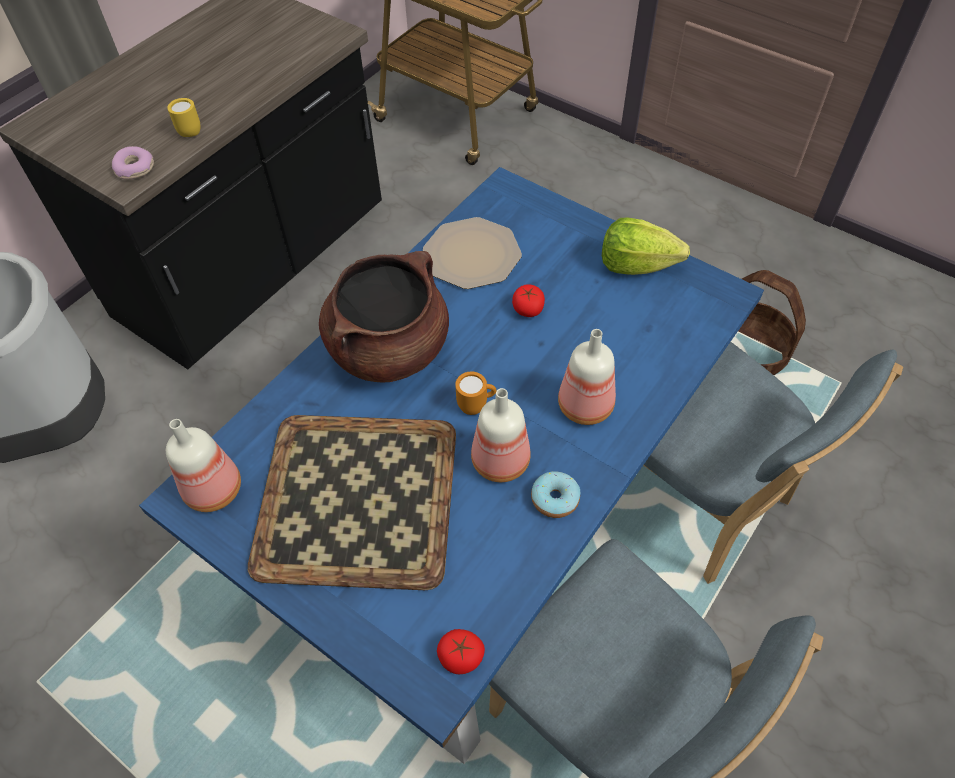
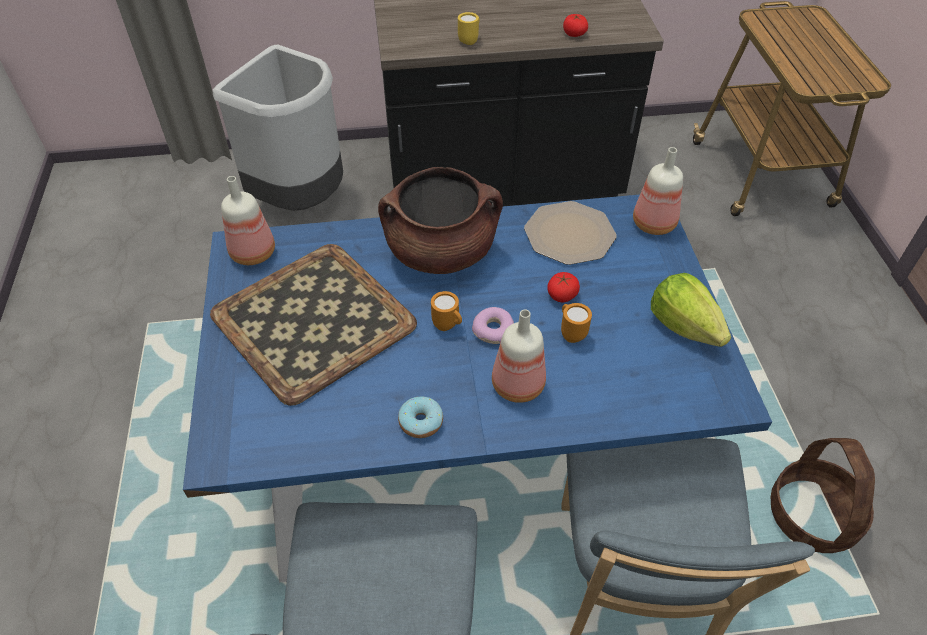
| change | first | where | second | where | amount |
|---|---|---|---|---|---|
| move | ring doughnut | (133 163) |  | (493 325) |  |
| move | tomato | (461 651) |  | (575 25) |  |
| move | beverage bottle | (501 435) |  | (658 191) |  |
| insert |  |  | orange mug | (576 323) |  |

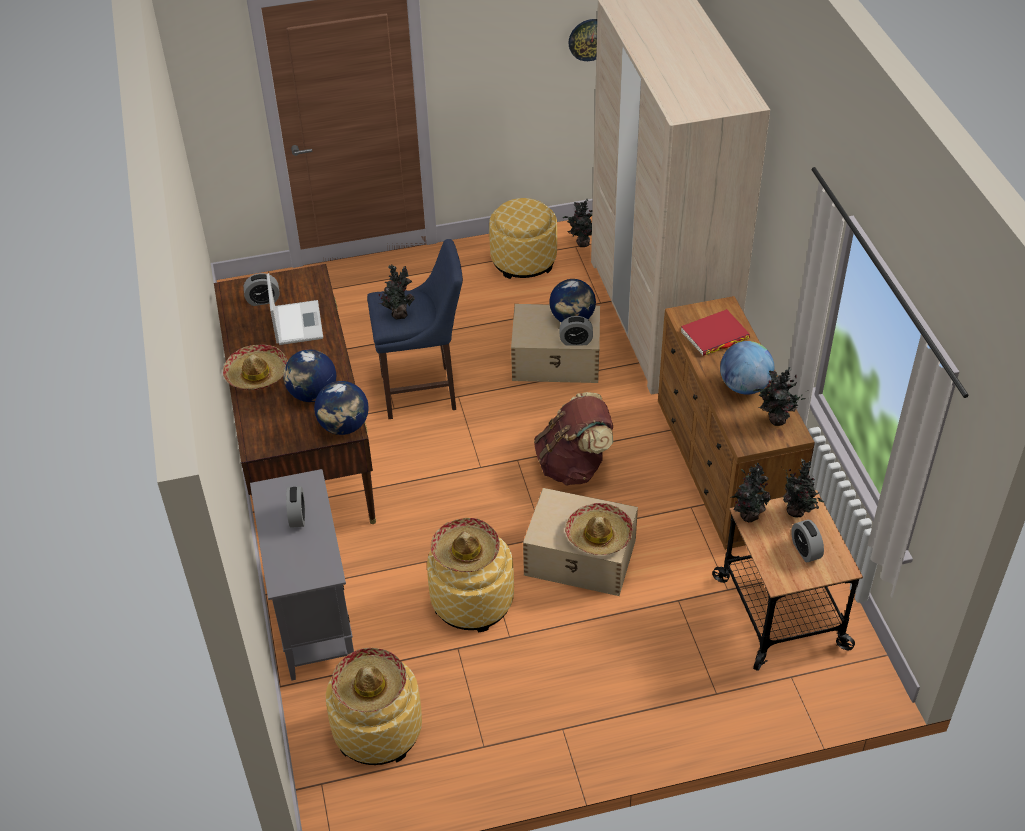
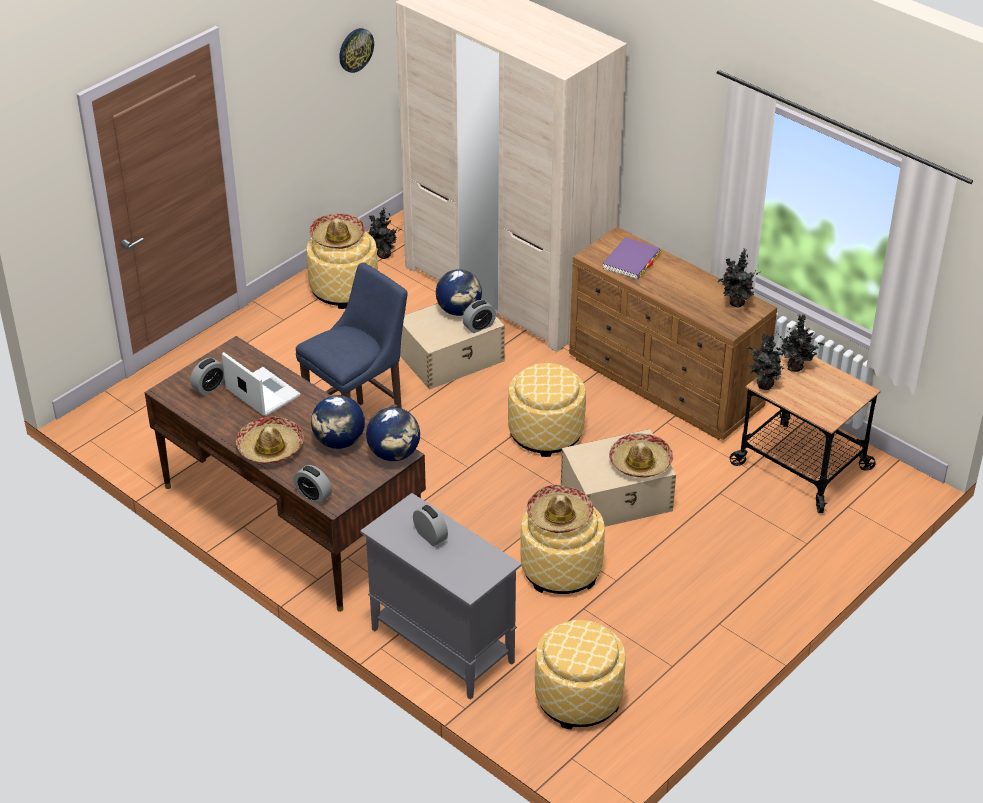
| change | first | where | second | where | amount |
|---|---|---|---|---|---|
| move | hat | (369 680) |  | (337 231) |  |
| delete | houseplant | (396 292) |  |  |  |
| replace | brownish rucksack | (573 438) | pouffe | (547 410) |  |
| recolor | red-coloured volume | (715 332) | purple-coloured volume | (632 258) |  |
| delete | globe | (747 368) |  |  |  |
| move | alarm clock | (807 540) |  | (312 484) |  |

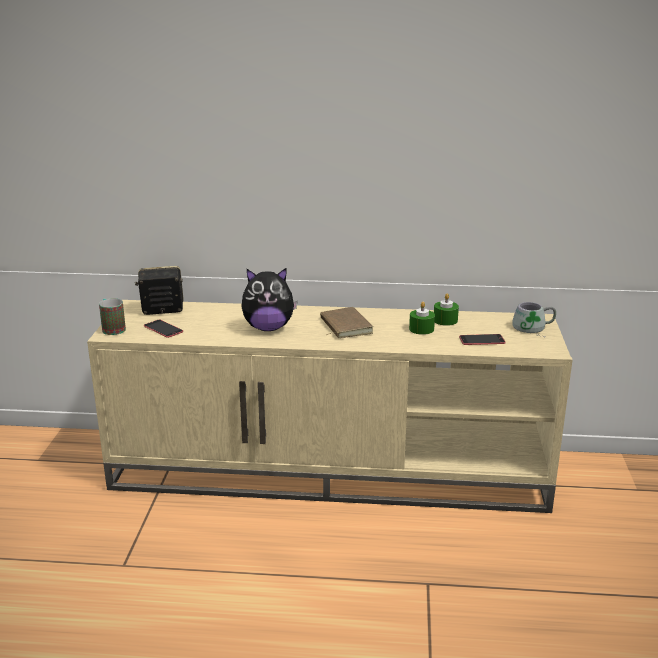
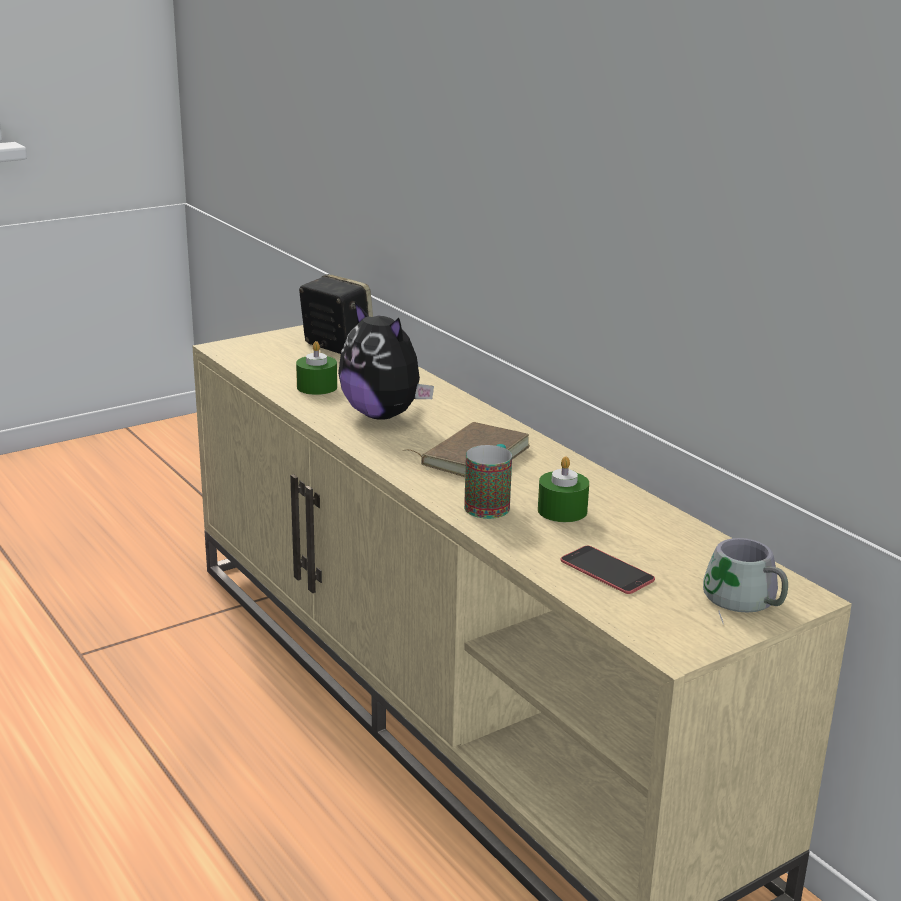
| change | first | where | second | where | amount |
|---|---|---|---|---|---|
| move | mug | (112 316) |  | (488 481) |  |
| delete | handset | (163 329) |  |  |  |
| move | green-coloured wax light | (446 309) |  | (316 368) |  |

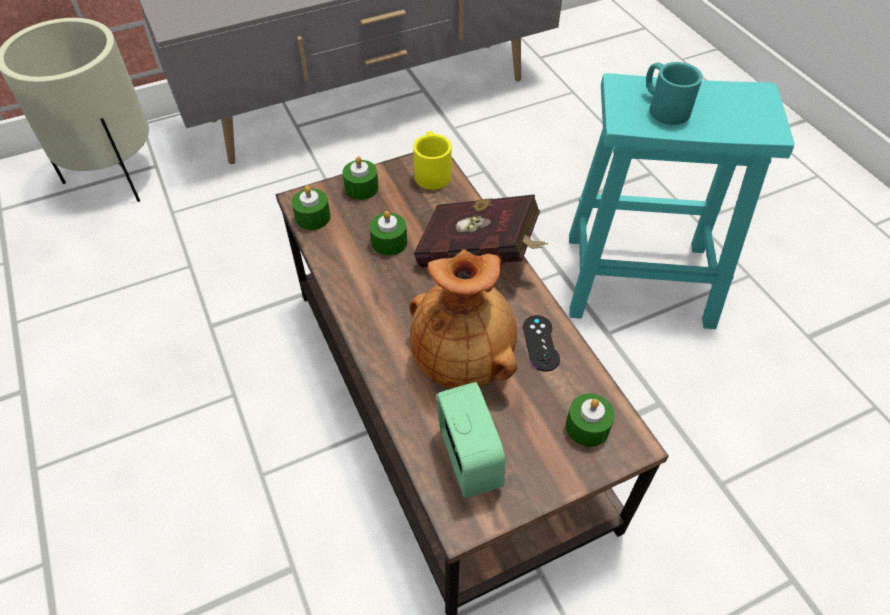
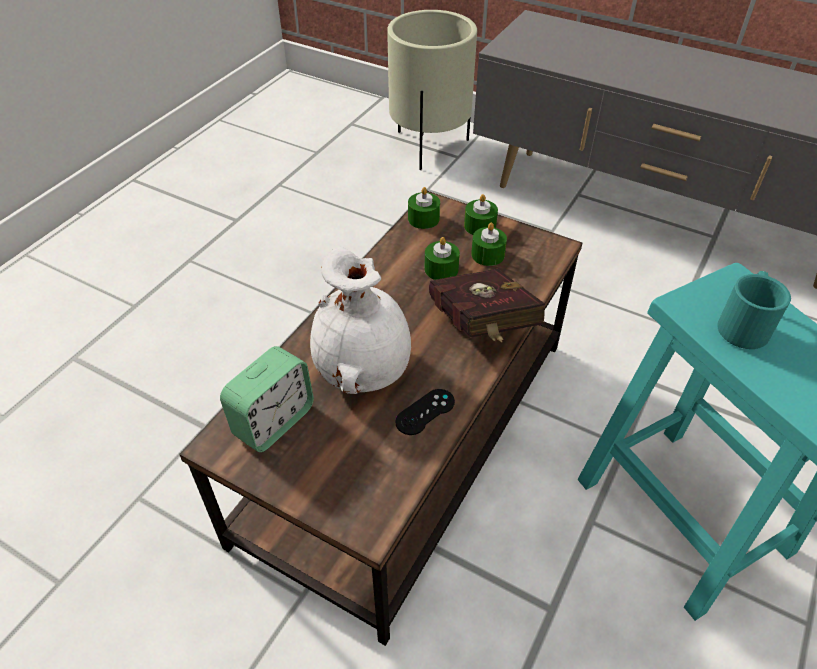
| change | first | where | second | where | amount |
|---|---|---|---|---|---|
| recolor | brownish decorative vase | (463 318) | white decorative vase | (360 320) |  |
| delete | yellowish mug | (432 160) |  |  |  |
| move | green-coloured wax light | (590 420) |  | (489 244) |  |

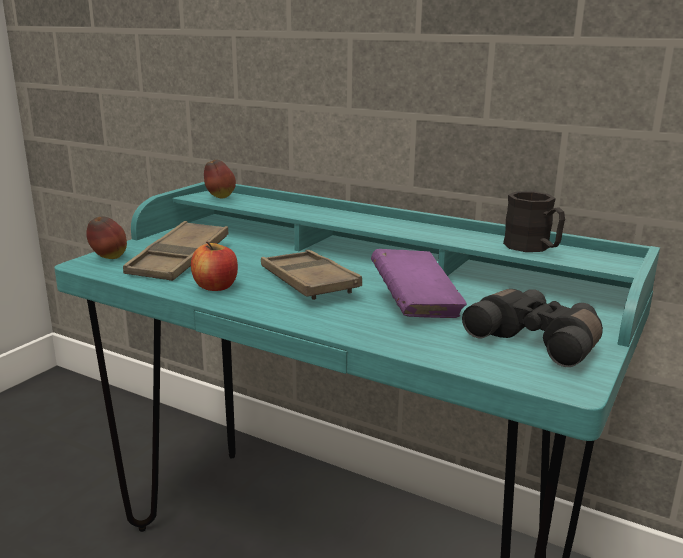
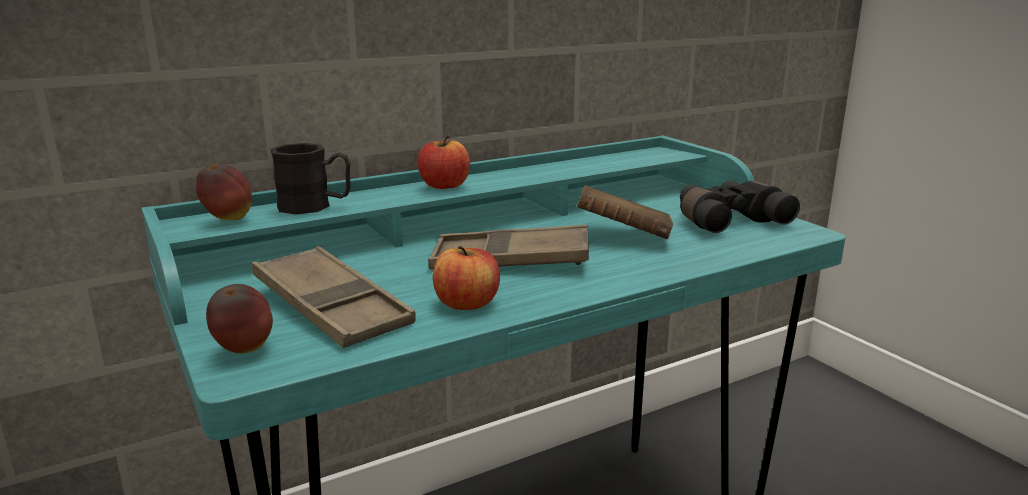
| change | first | where | second | where | amount |
|---|---|---|---|---|---|
| recolor | purple-coloured volume | (419 283) | brownish volume | (624 212) |  |
| move | black mug | (534 221) |  | (310 179) |  |
| insert |  |  | apple | (444 162) |  |

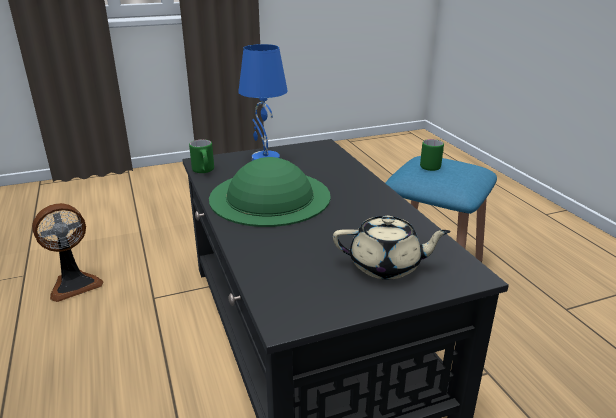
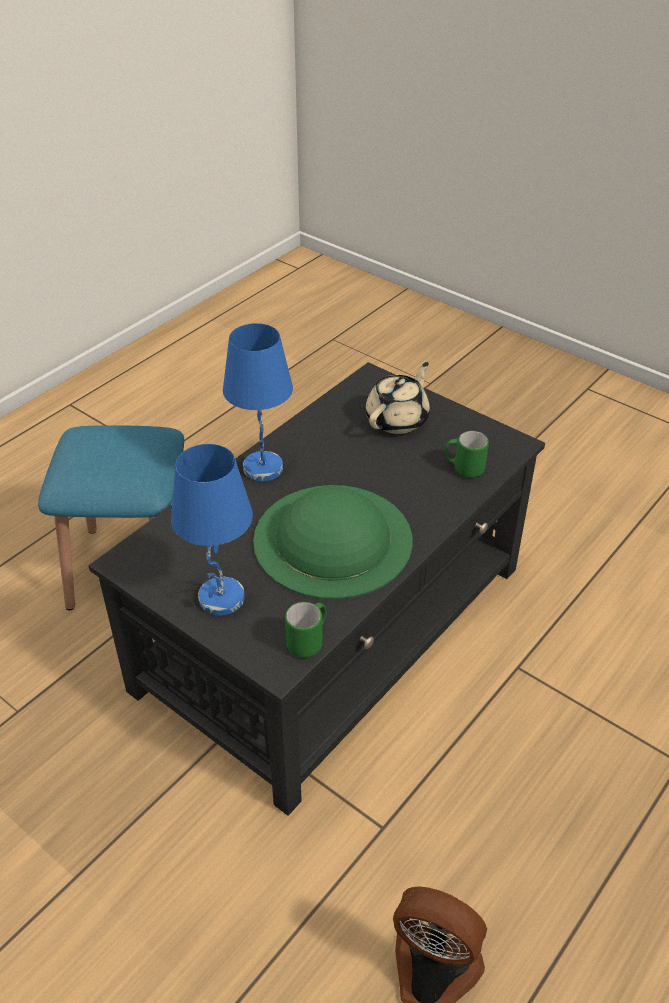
| change | first | where | second | where | amount |
|---|---|---|---|---|---|
| rotate | sand-coloured tea pot | (392 248) |  | (397 398) | 60 degrees clockwise |
| move | green-coloured mug | (432 155) |  | (467 454) |  |
| insert |  |  | bluish table lamp | (258 402) |  |

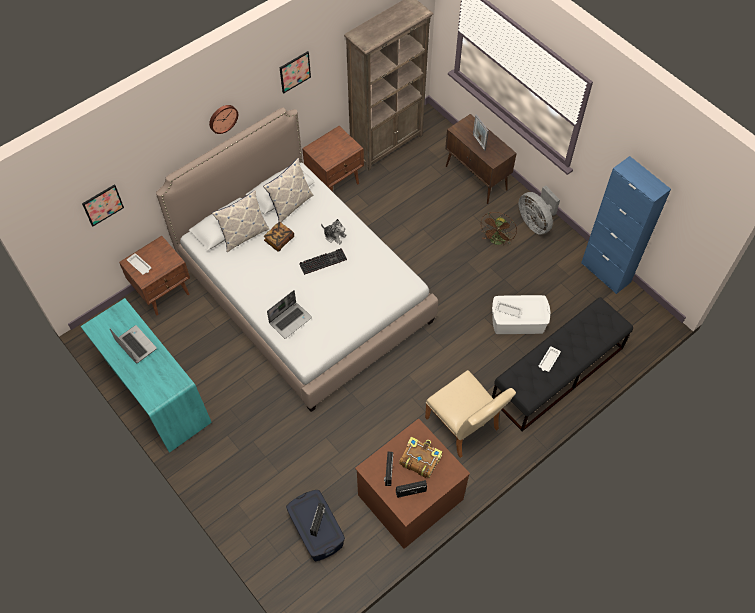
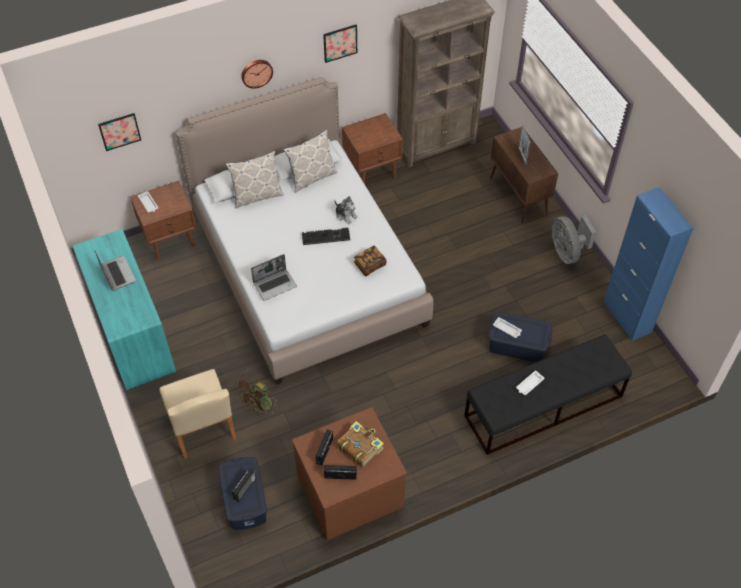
| change | first | where | second | where | amount |
|---|---|---|---|---|---|
| move | volume | (279 237) |  | (370 261) |  |
| move | sand-coloured upright chair | (470 414) |  | (198 414) |  |
| move | brownish cooling fan | (498 228) |  | (256 394) |  |
| recolor | white storage container | (521 314) | bluish storage container | (520 337) |  |

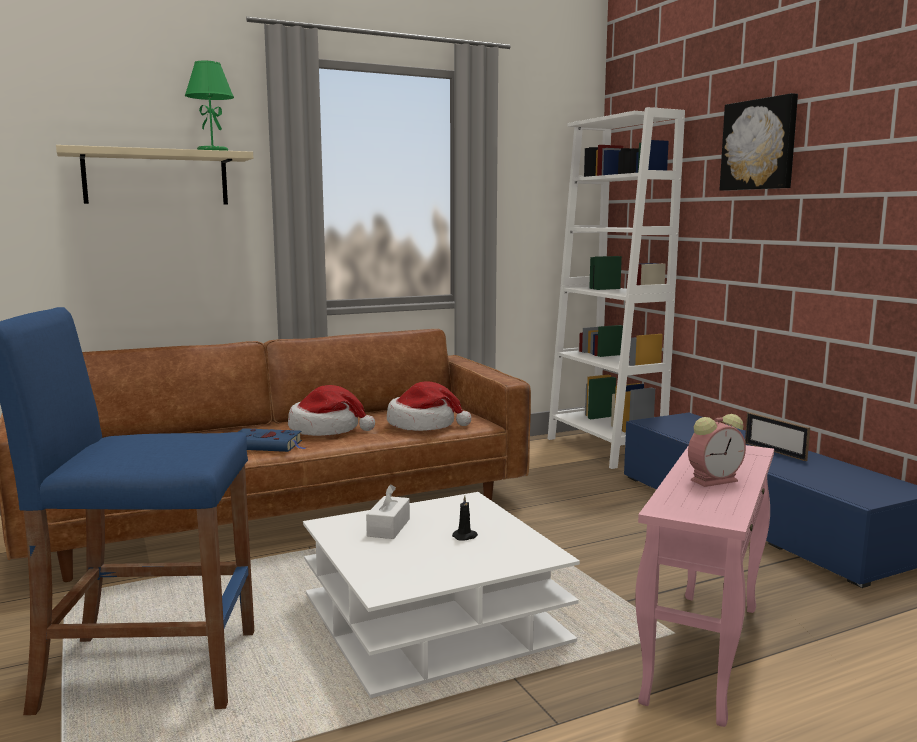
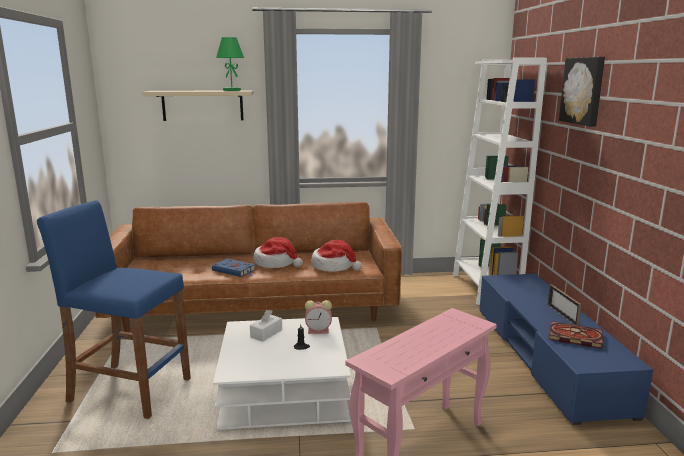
| change | first | where | second | where | amount |
|---|---|---|---|---|---|
| move | alarm clock | (717 450) |  | (318 317) |  |
| insert |  |  | volume | (576 335) |  |

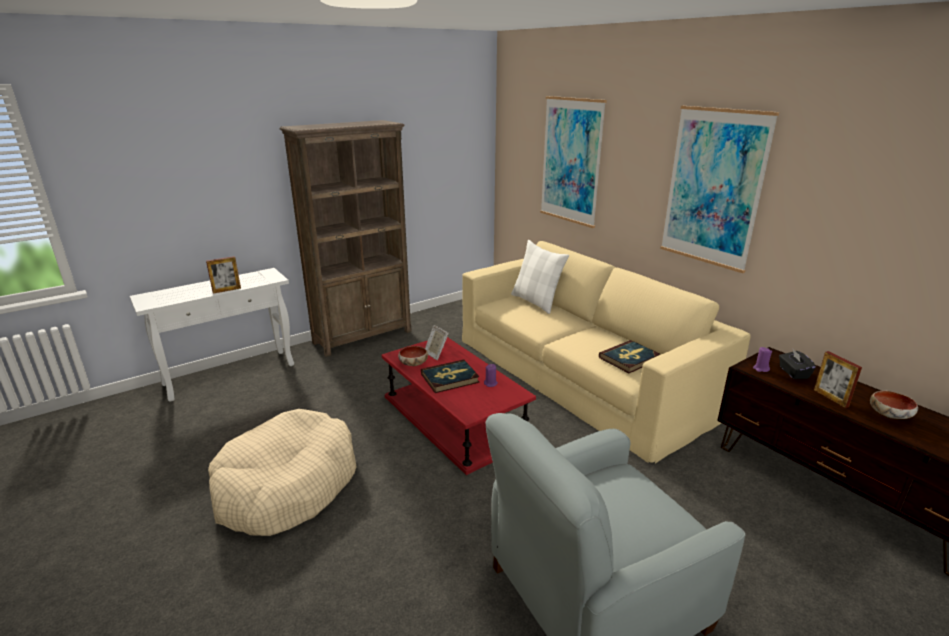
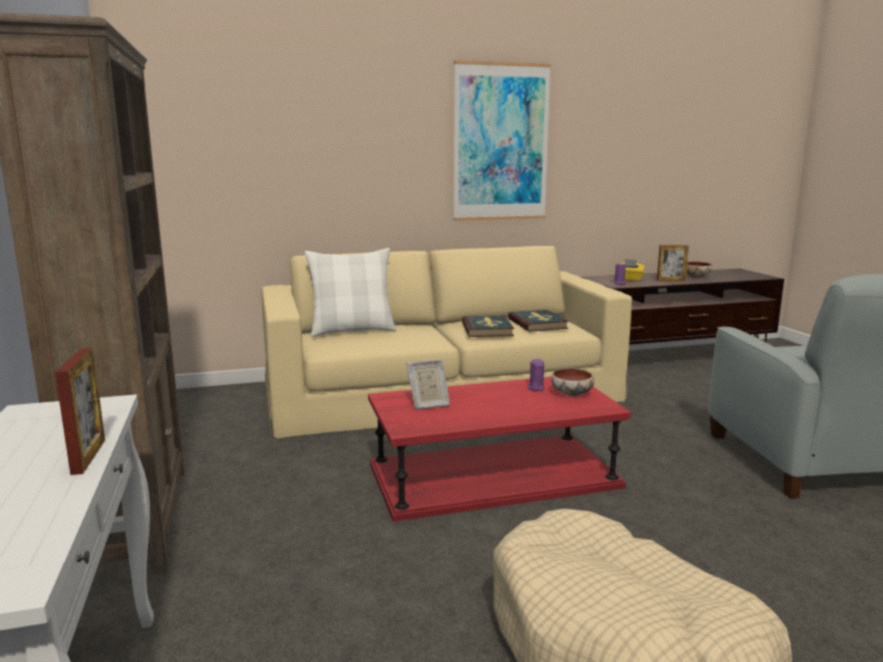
| change | first | where | second | where | amount |
|---|---|---|---|---|---|
| move | bowl | (413 356) |  | (572 382) |  |
| move | volume | (450 376) |  | (488 326) |  |
| delete | picture | (573 162) |  |  |  |
| recolor | black tissue box | (797 364) | yellowish tissue box | (632 270) |  |

